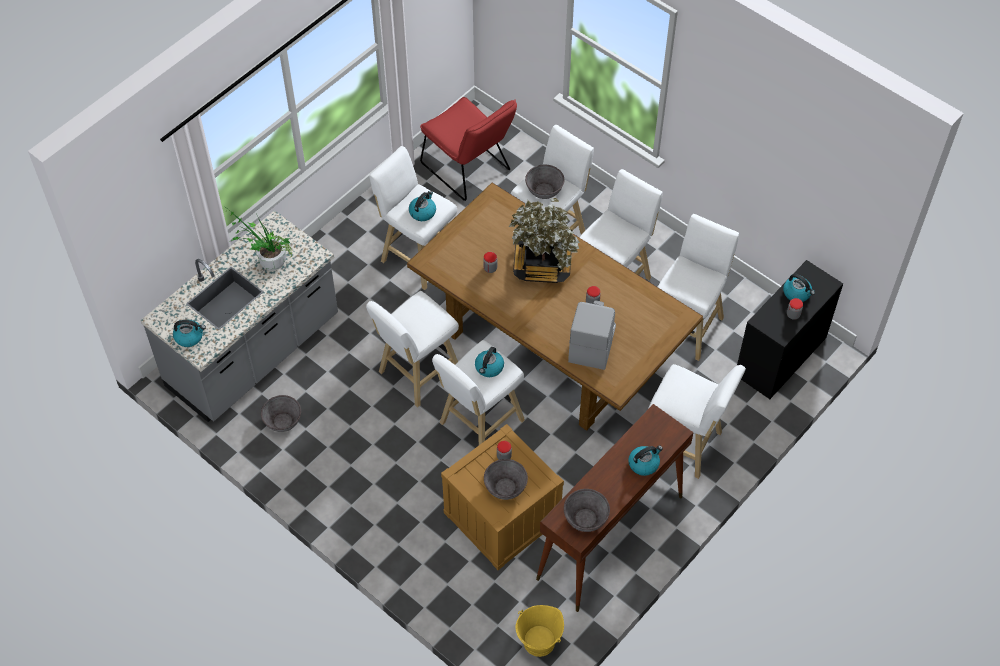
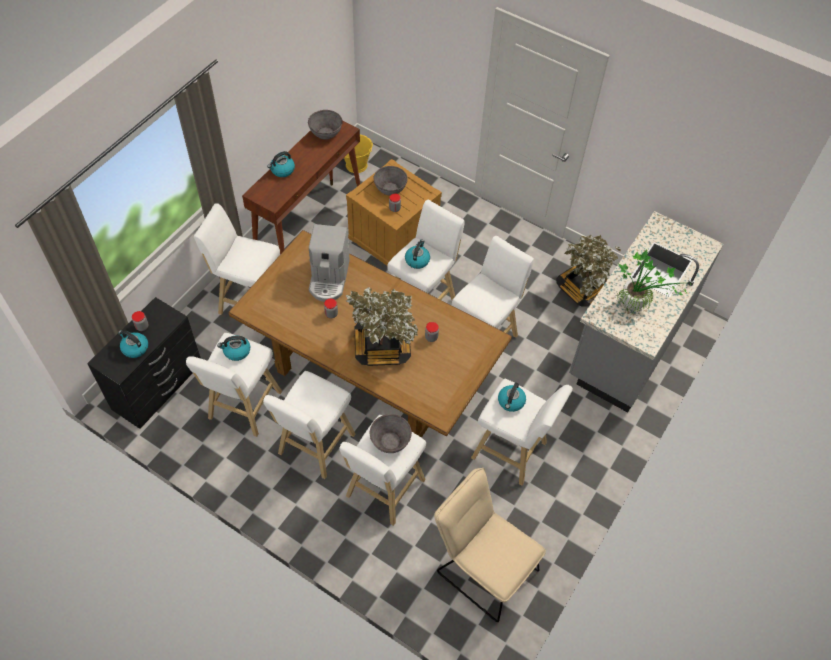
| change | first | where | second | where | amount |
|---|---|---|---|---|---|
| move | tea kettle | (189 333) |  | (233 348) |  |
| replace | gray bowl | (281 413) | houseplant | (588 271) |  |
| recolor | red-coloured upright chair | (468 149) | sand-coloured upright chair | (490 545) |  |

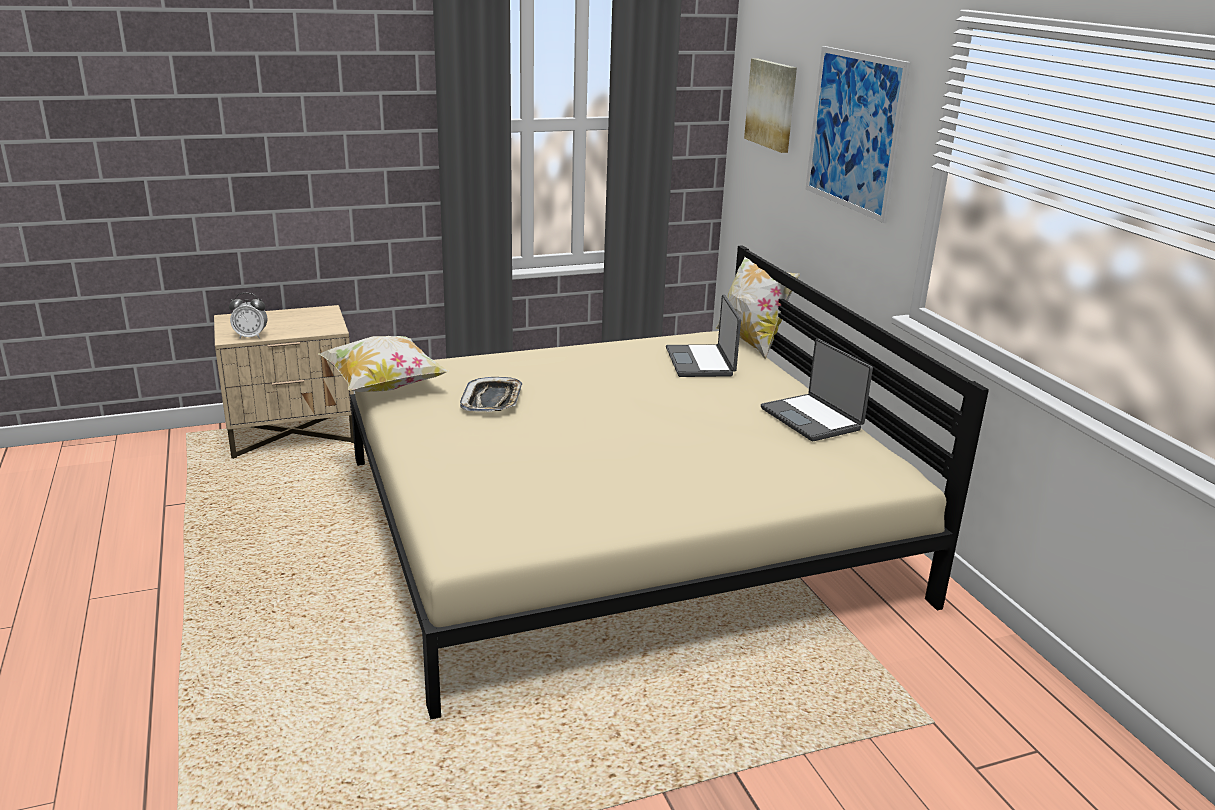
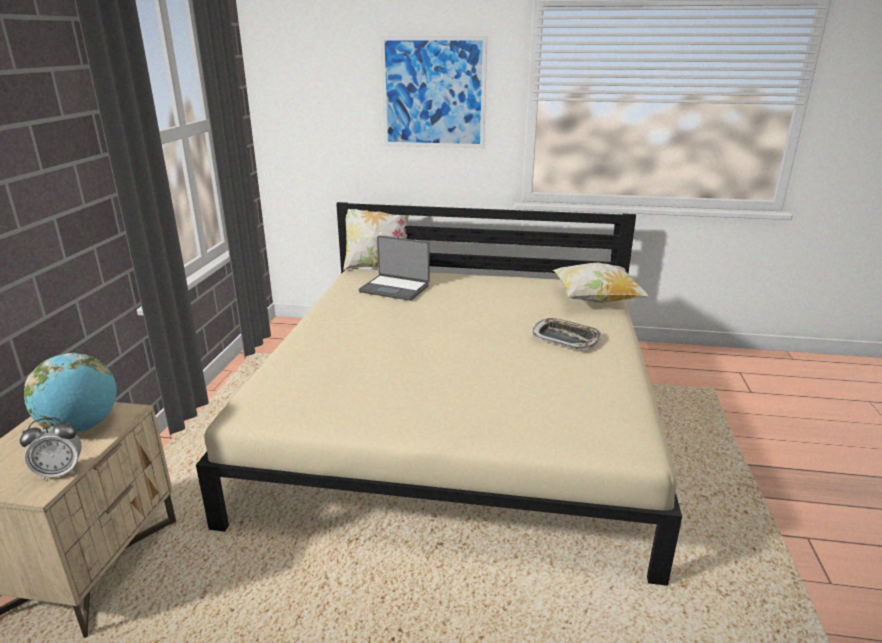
| change | first | where | second | where | amount |
|---|---|---|---|---|---|
| rotate | alarm clock | (248 316) |  | (51 449) | 45 degrees clockwise |
| move | throw pillow | (384 364) |  | (601 283) |  |
| move | carrying tray | (491 394) |  | (567 334) |  |
| delete | picture | (770 105) |  |  |  |
| delete | portable computer | (817 390) |  |  |  |
| insert |  |  | globe | (70 392) |  |

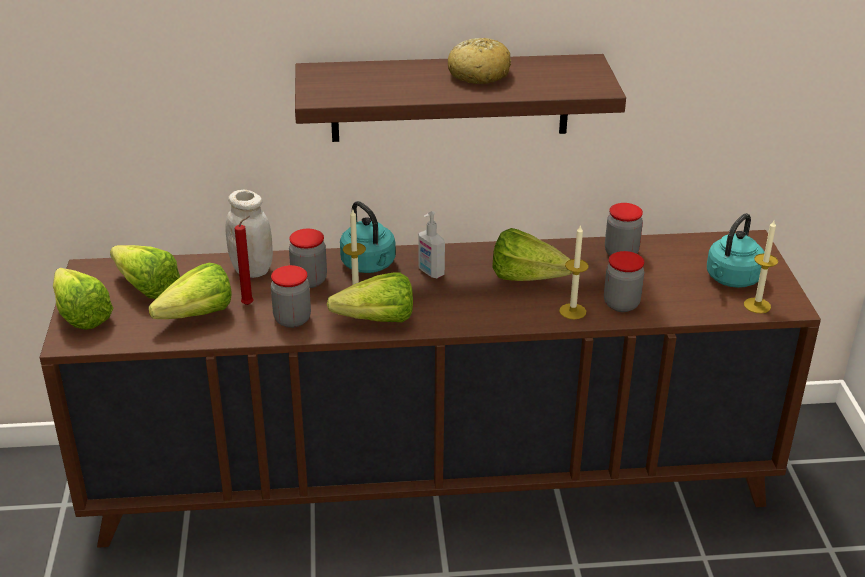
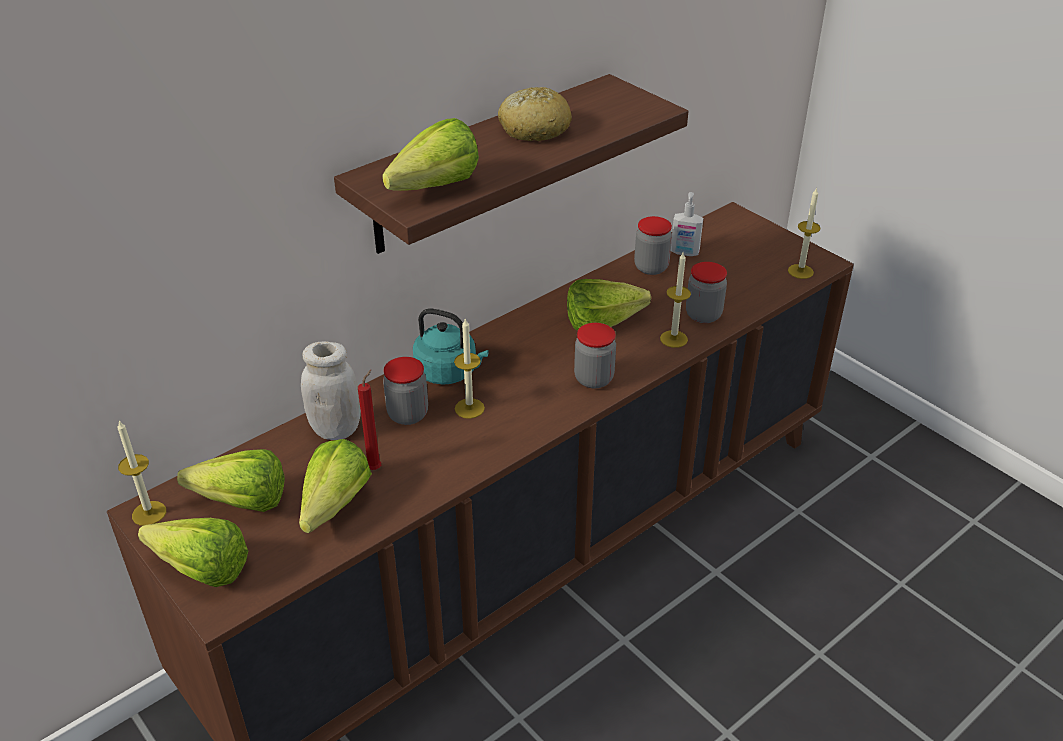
| change | first | where | second | where | amount |
|---|---|---|---|---|---|
| move | jar | (291 296) |  | (595 355) |  |
| move | head of lettuce | (370 297) |  | (430 154) |  |
| move | soap dispenser | (432 244) |  | (687 224) |  |
| delete | turquoise tea kettle | (736 250) |  |  |  |
| insert |  |  | wax light | (141 473) |  |

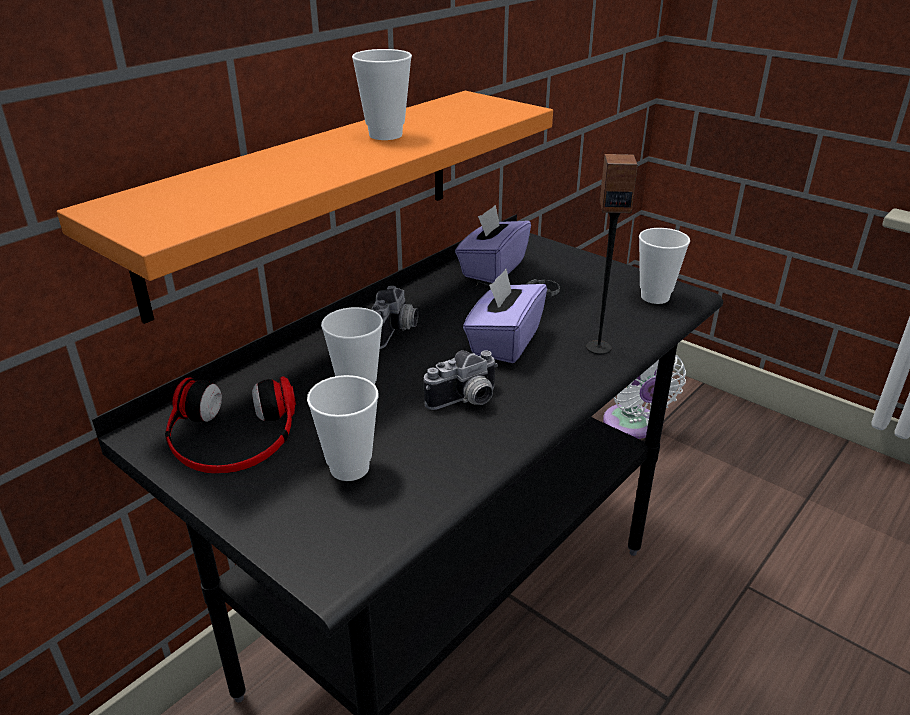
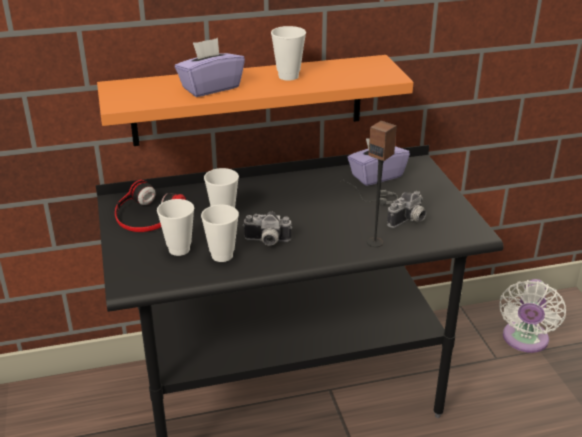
| change | first | where | second | where | amount |
|---|---|---|---|---|---|
| move | photo camera | (395 317) |  | (406 209) |  |
| move | purple-coloured tissue box | (505 316) |  | (210 67) |  |
| move | drinking cup | (664 266) |  | (220 233) |  |

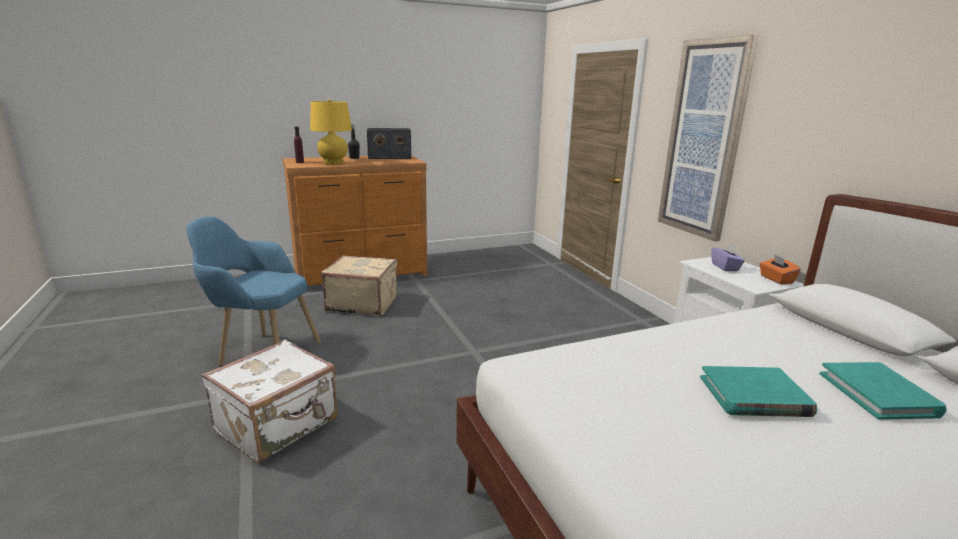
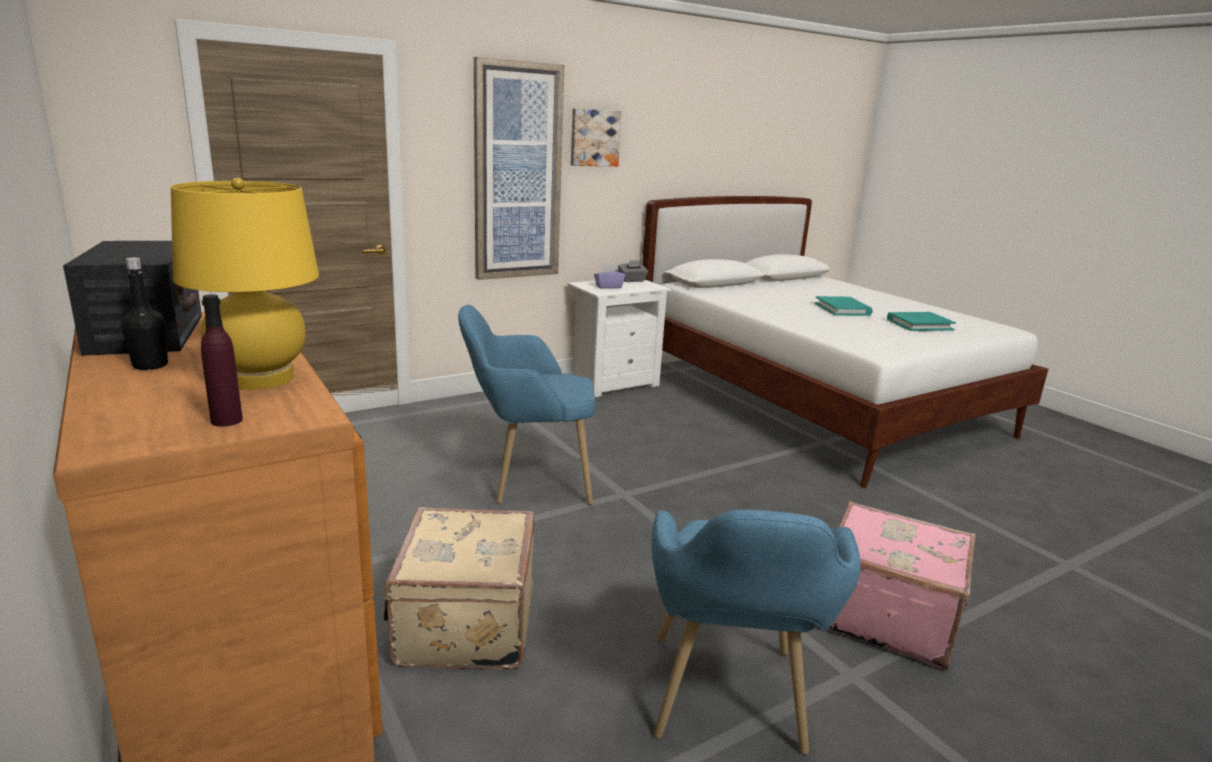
| change | first | where | second | where | amount |
|---|---|---|---|---|---|
| recolor | white suitcase | (270 401) | pink suitcase | (902 585) |  |
| recolor | orange tissue box | (780 269) | gray tissue box | (633 271) |  |
| move | turquoise volume | (883 391) |  | (921 321) |  |
| insert |  |  | bluish lounge chair | (527 405) |  |
| insert |  |  | picture | (596 137) |  |

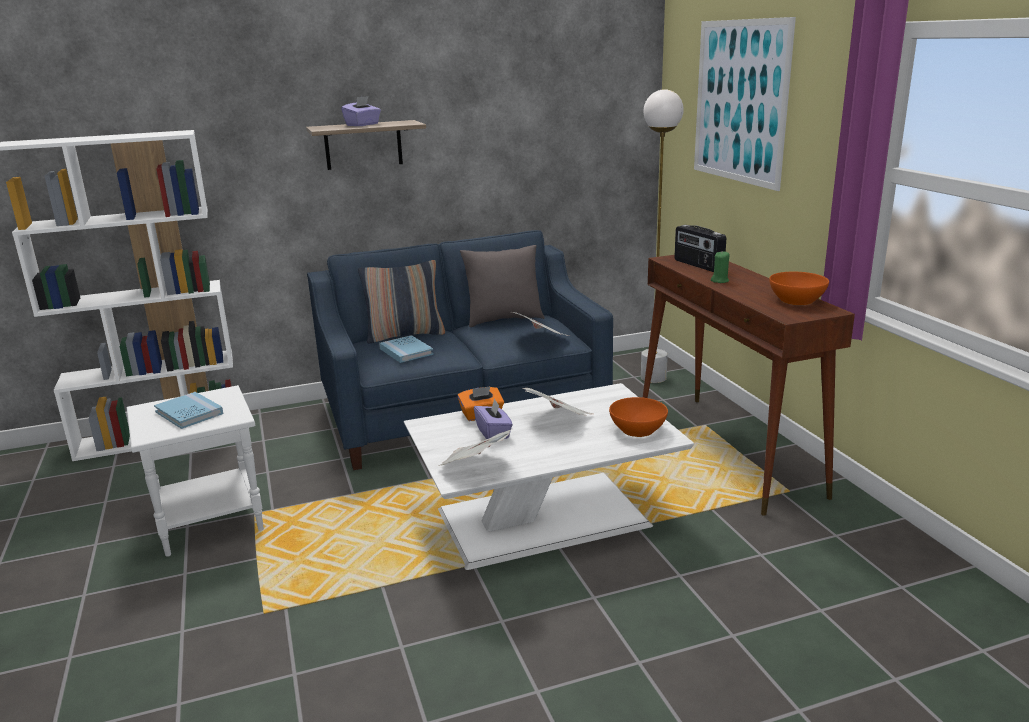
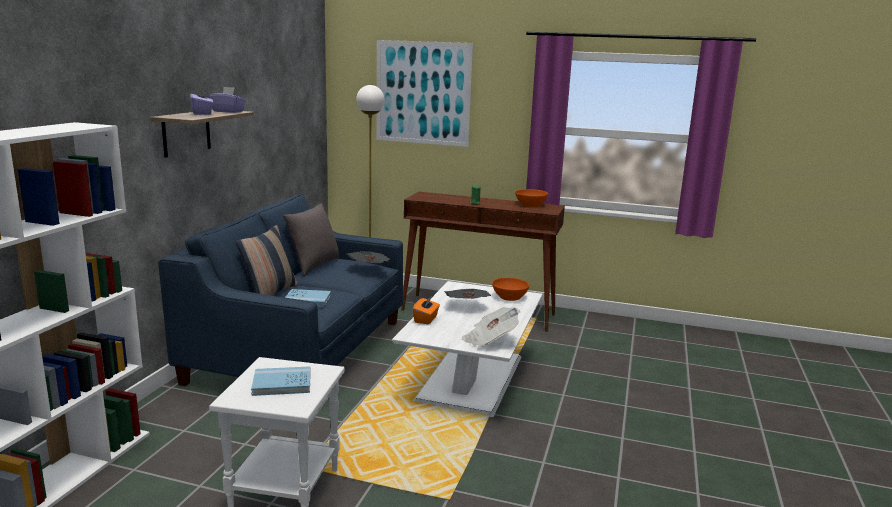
| change | first | where | second | where | amount |
|---|---|---|---|---|---|
| move | purple-coloured tissue box | (493 418) |  | (227 100) |  |
| delete | radio receiver | (700 248) |  |  |  |

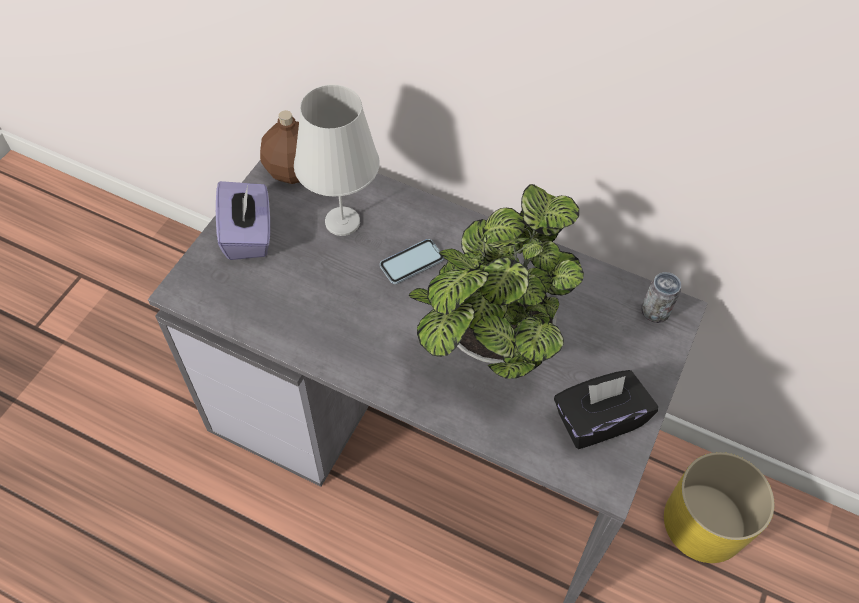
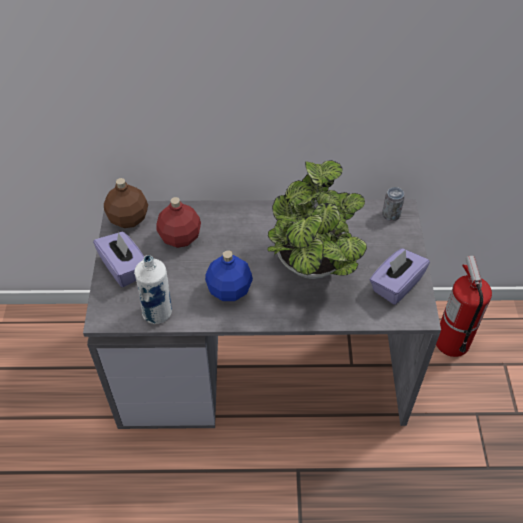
| change | first | where | second | where | amount |
|---|---|---|---|---|---|
| replace | white table lamp | (337 160) | red-coloured beverage bottle | (179 222) |  |
| delete | handset | (412 261) |  |  |  |
| recolor | black tissue box | (606 409) | purple-coloured tissue box | (400 276) |  |
| replace | yellowish plant pot | (719 507) | extinguisher | (464 306) |  |
| insert |  |  | white beverage bottle | (153 289) |  |
| insert |  |  | bluish beverage bottle | (229 275) |  |

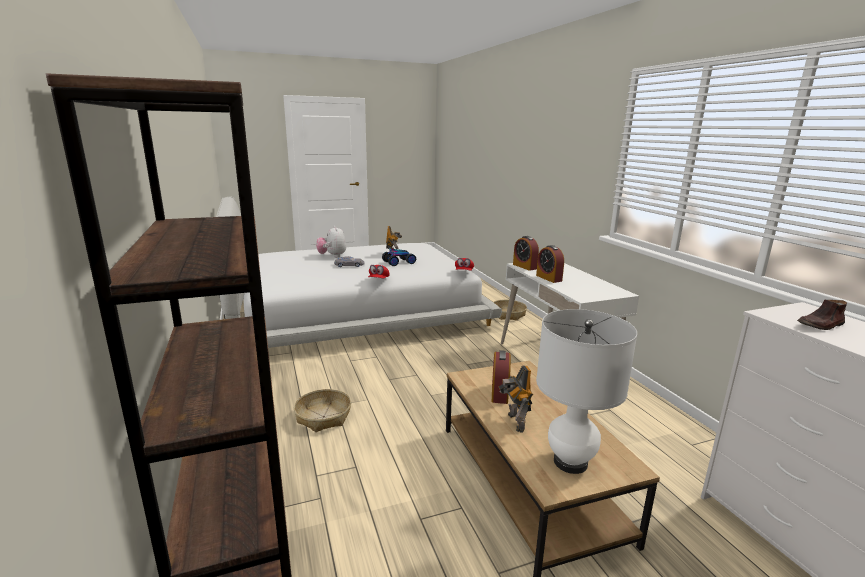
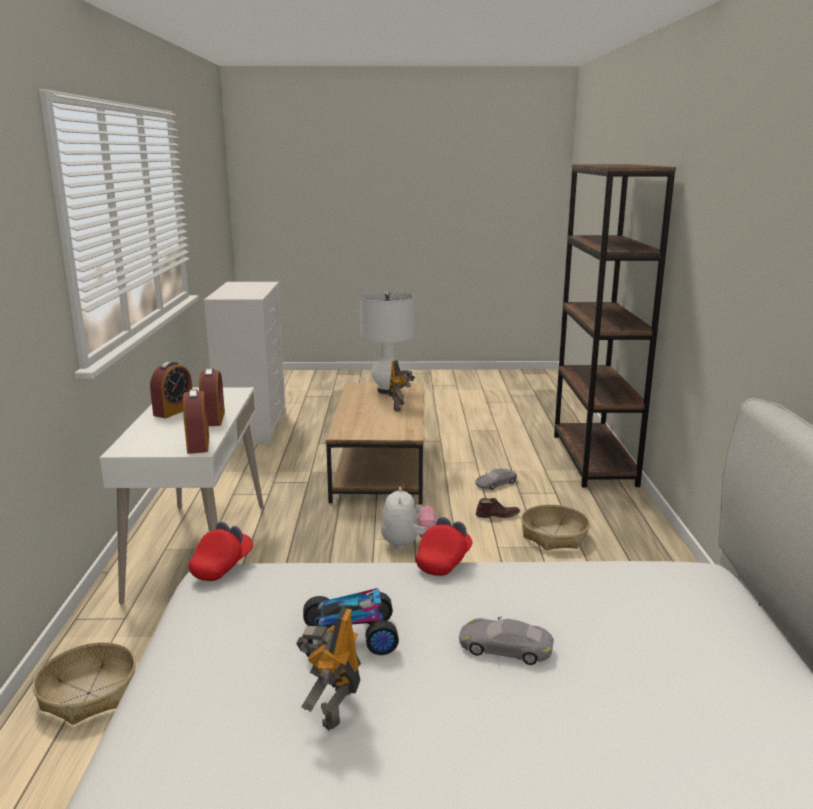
| change | first | where | second | where | amount |
|---|---|---|---|---|---|
| move | plush toy | (331 241) |  | (409 518) |  |
| move | alarm clock | (501 377) |  | (171 390) |  |
| move | brownish item of footwear | (822 315) |  | (498 508) |  |
| insert |  |  | gray toy car | (496 479) |  |

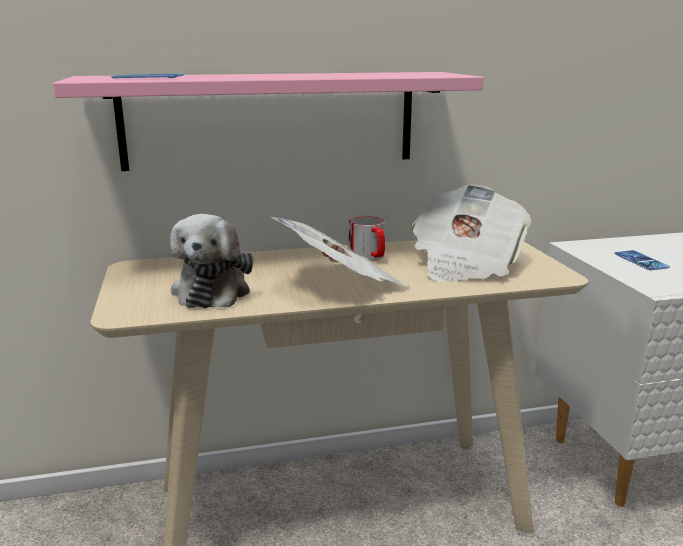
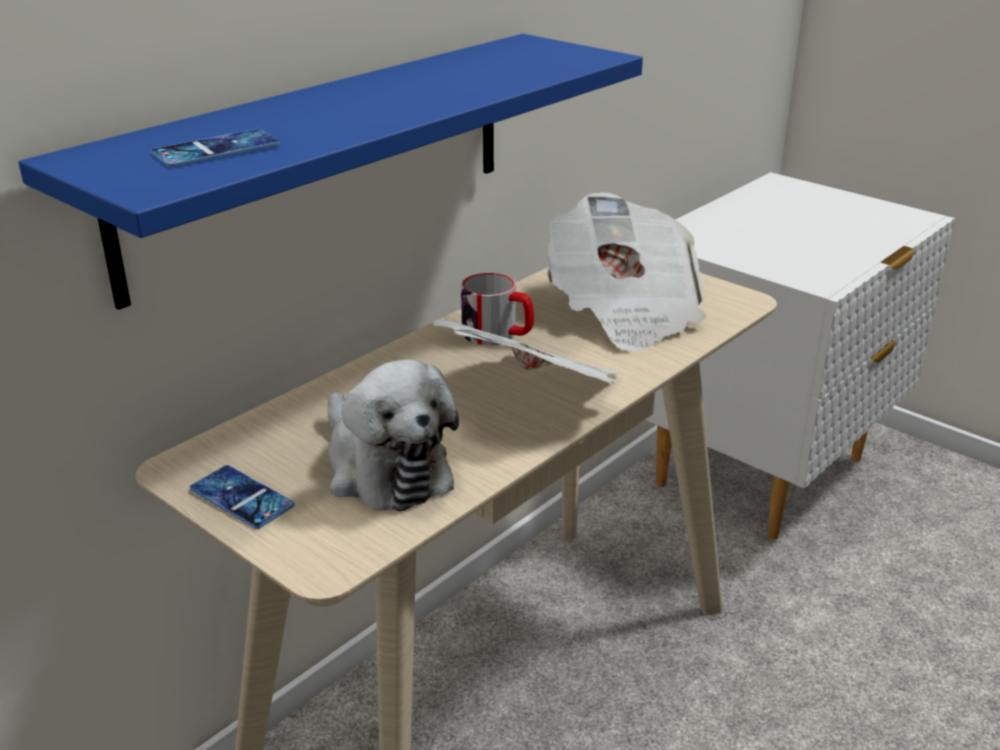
| change | first | where | second | where | amount |
|---|---|---|---|---|---|
| recolor | pink shelf | (268 121) | bluish shelf | (331 172) |  |
| move | handset | (642 260) |  | (242 497) |  |

